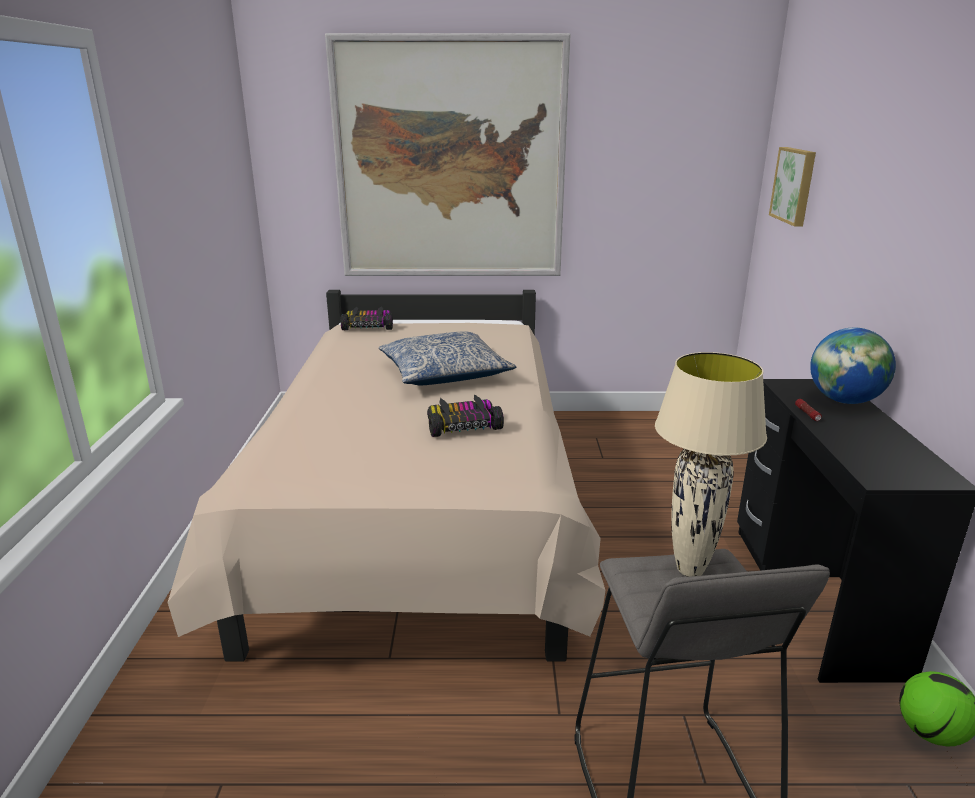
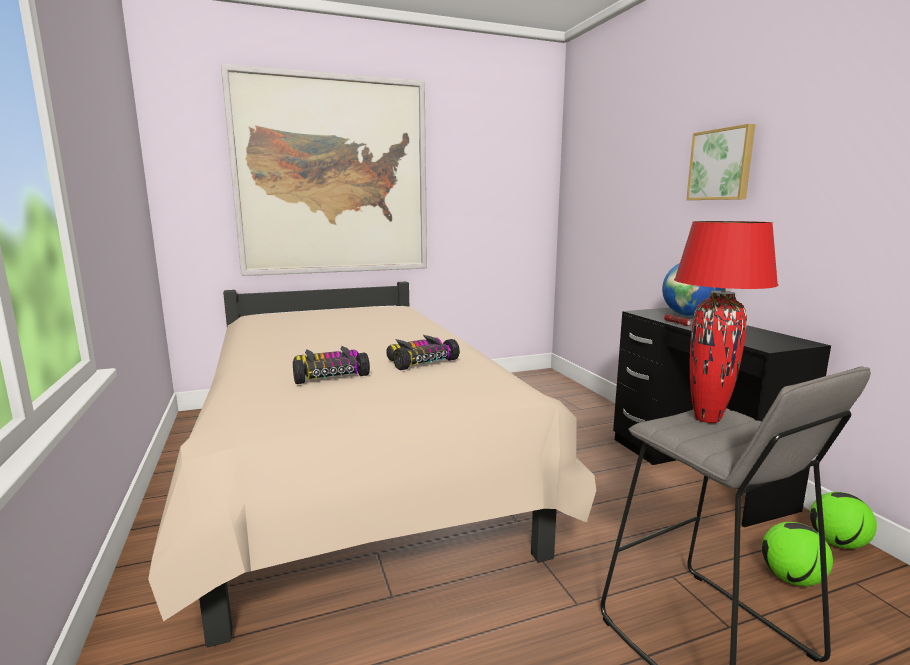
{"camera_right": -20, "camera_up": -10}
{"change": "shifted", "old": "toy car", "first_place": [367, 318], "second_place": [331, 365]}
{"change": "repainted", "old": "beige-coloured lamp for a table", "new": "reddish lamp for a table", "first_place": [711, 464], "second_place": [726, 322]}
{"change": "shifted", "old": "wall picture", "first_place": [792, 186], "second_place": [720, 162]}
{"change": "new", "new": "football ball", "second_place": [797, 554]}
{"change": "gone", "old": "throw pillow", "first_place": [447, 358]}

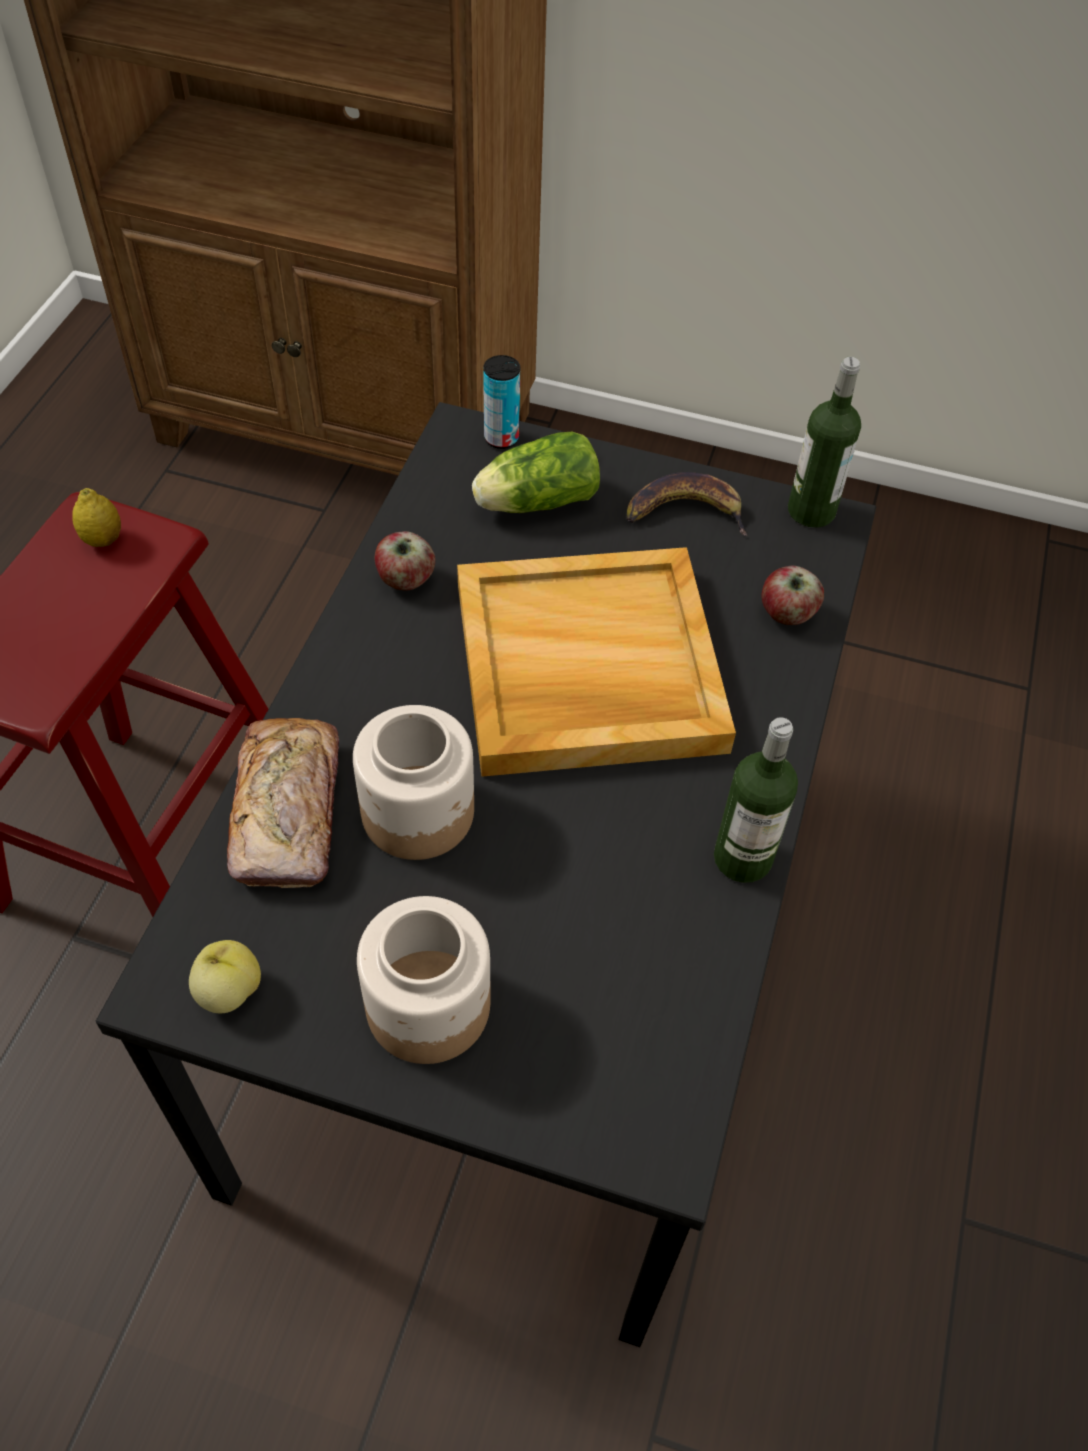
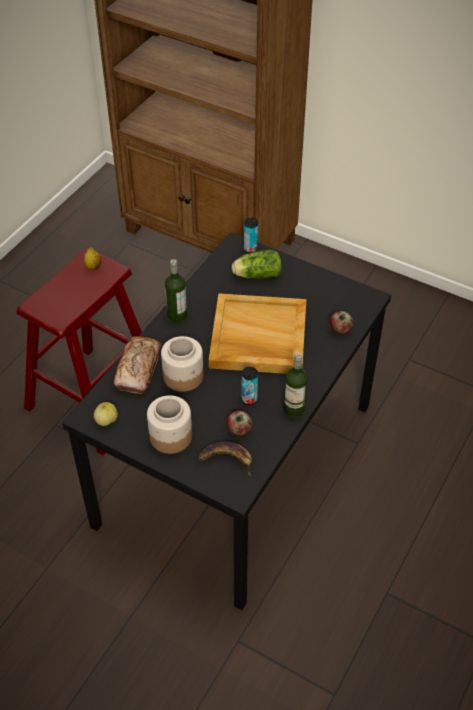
{"camera_right": 15, "camera_up": -5}
{"change": "shifted", "old": "drink bottle", "first_place": [824, 442], "second_place": [176, 291]}
{"change": "shifted", "old": "whole banana", "first_place": [687, 504], "second_place": [225, 458]}
{"change": "shifted", "old": "apple", "first_place": [405, 560], "second_place": [239, 423]}
{"change": "new", "new": "can", "second_place": [249, 386]}

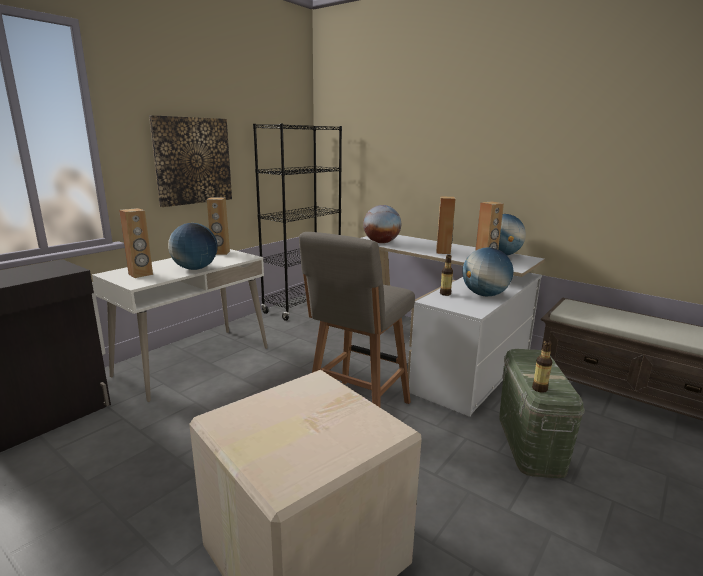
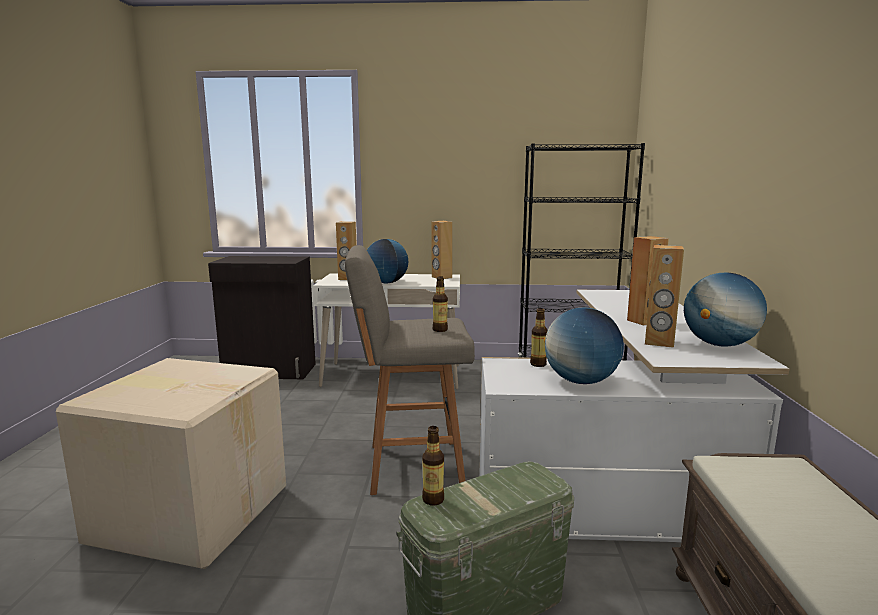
{"camera_right": 55, "camera_up": -5}
{"change": "new", "new": "drink bottle", "second_place": [440, 304]}
{"change": "gone", "old": "wall picture", "first_place": [190, 161]}
{"change": "gone", "old": "desk globe", "first_place": [382, 224]}

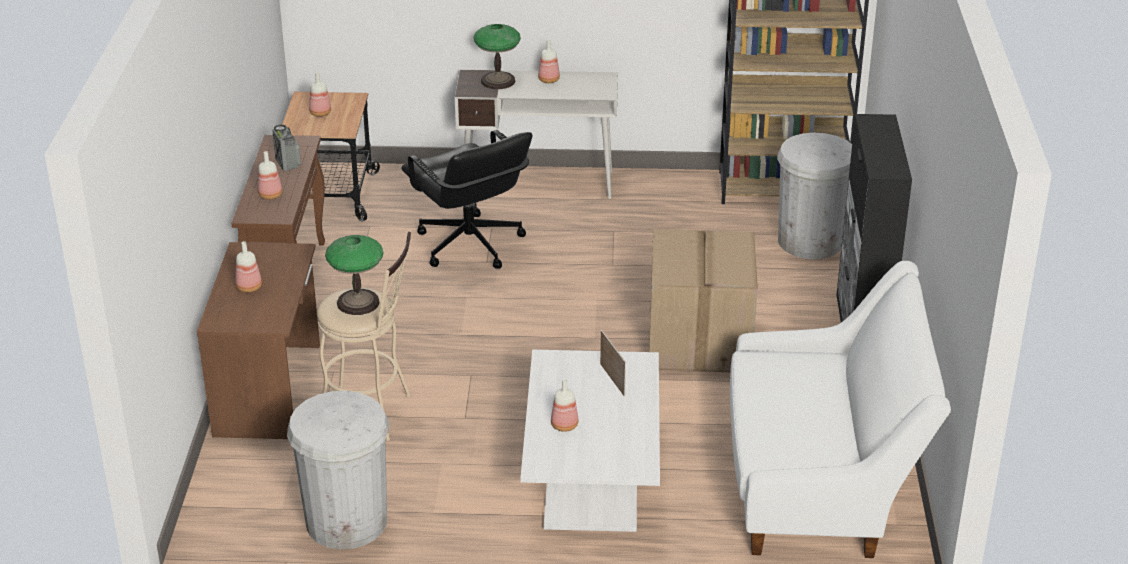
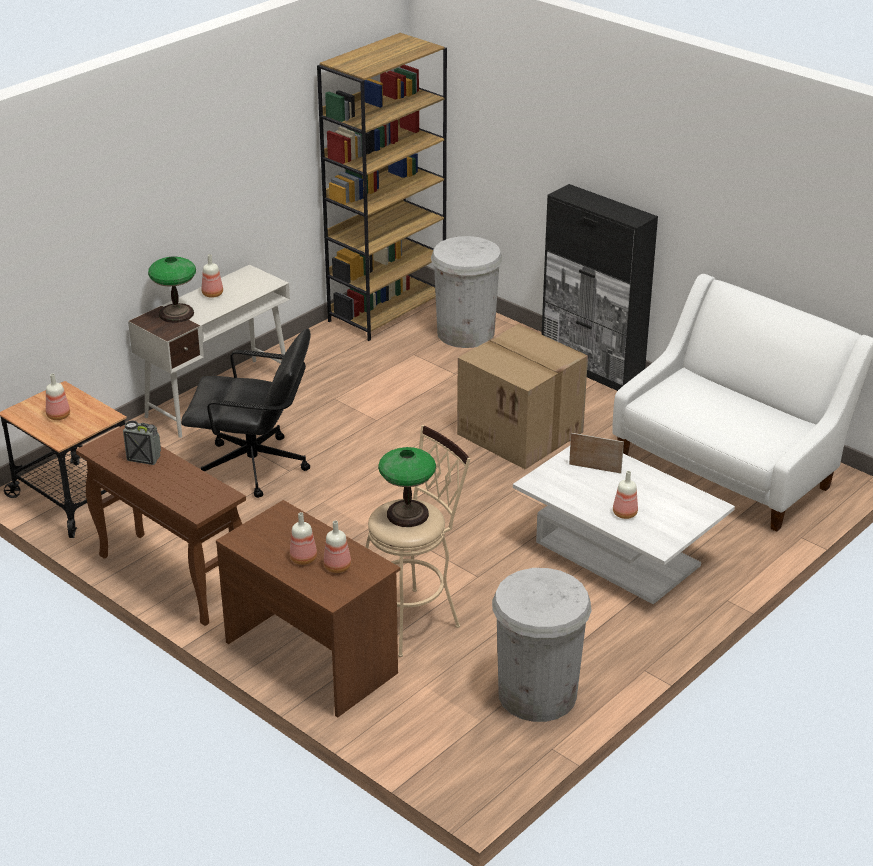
{"camera_right": -50, "camera_up": 0}
{"change": "shifted", "old": "drink bottle", "first_place": [270, 175], "second_place": [337, 546]}

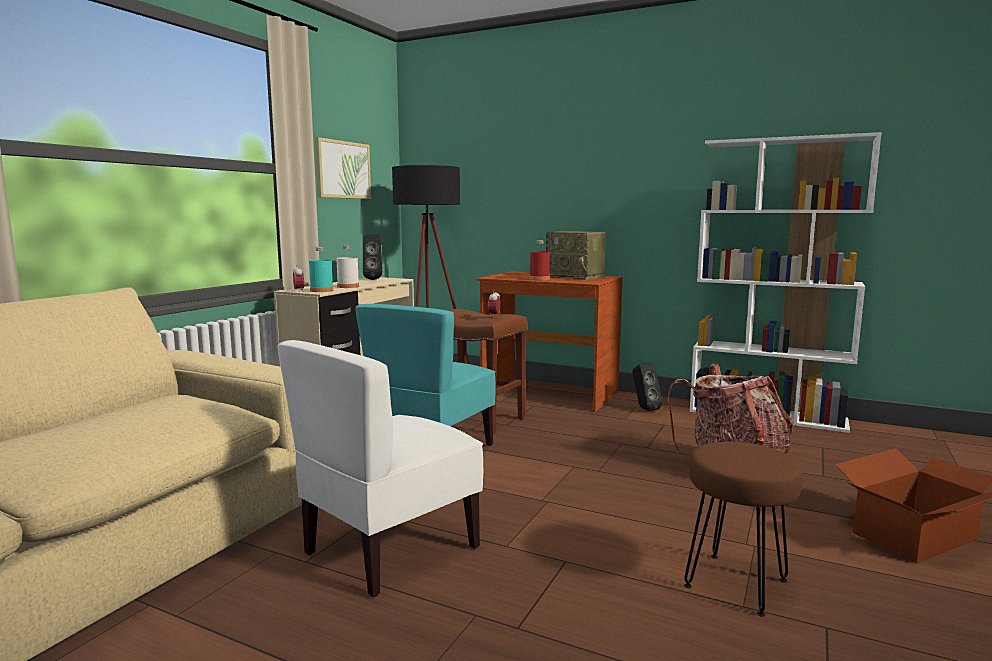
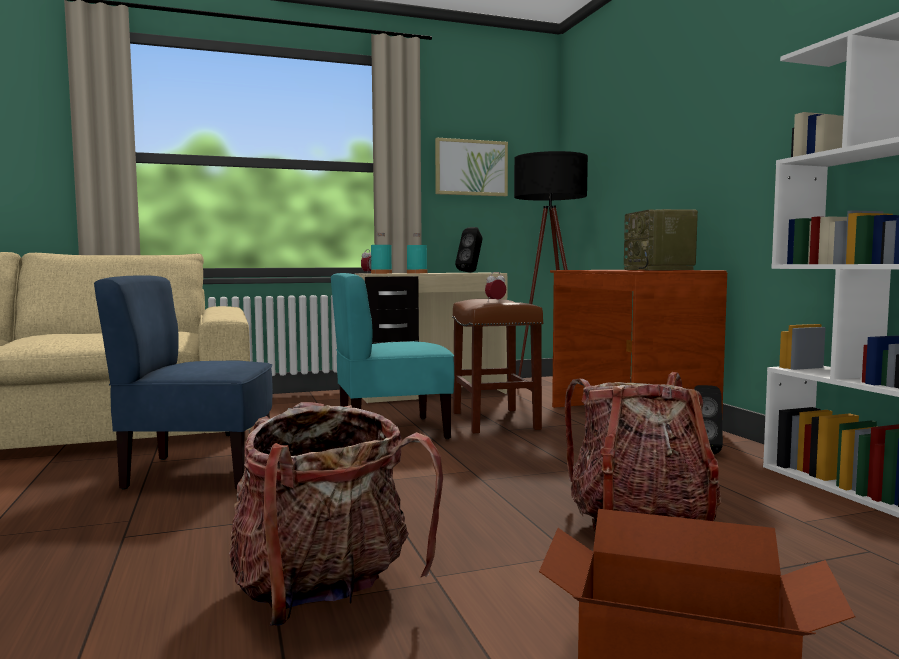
{"camera_right": 45, "camera_up": -5}
{"change": "repainted", "old": "white chair", "new": "blue chair", "first_place": [380, 468], "second_place": [183, 382]}
{"change": "swapped", "old": "brownish stool seat", "new": "rucksack", "first_place": [743, 529], "second_place": [336, 514]}
{"change": "repainted", "old": "white drink bottle", "new": "turquoise drink bottle", "first_place": [347, 266], "second_place": [417, 253]}
{"change": "gone", "old": "reddish drink bottle", "first_place": [540, 260]}

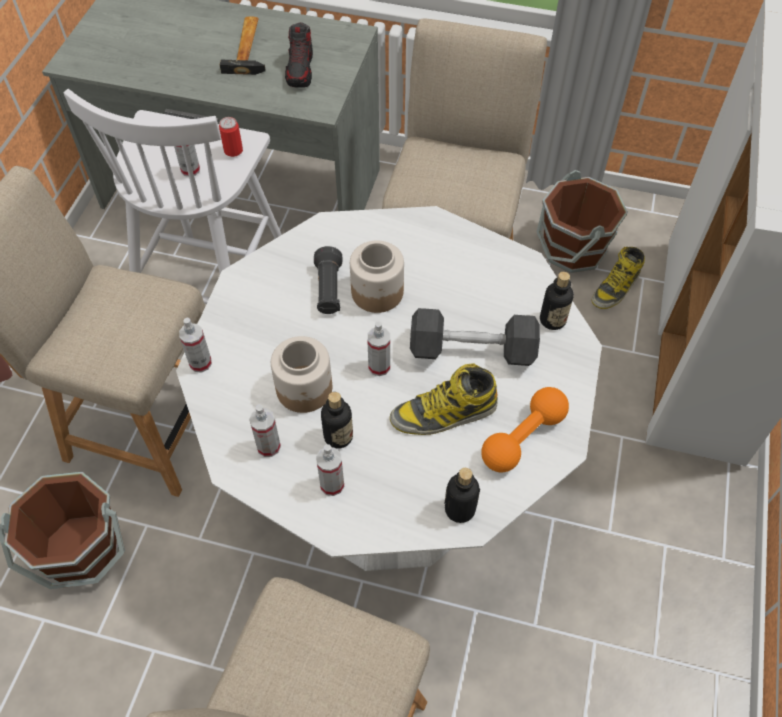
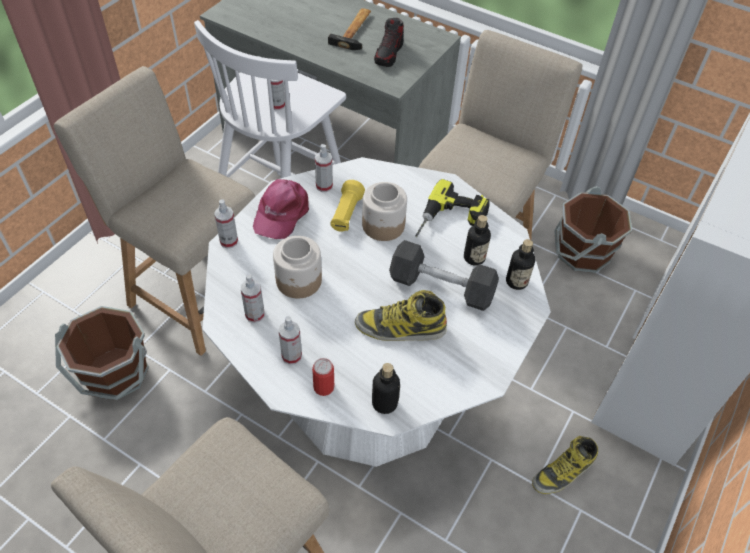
{"camera_right": 15, "camera_up": -5}
{"change": "new", "new": "pink peaked cap", "second_place": [281, 209]}
{"change": "shifted", "old": "can", "first_place": [231, 137], "second_place": [323, 377]}
{"change": "shifted", "old": "hand sprayer", "first_place": [378, 349], "second_place": [324, 168]}
{"change": "repainted", "old": "black flashlight", "new": "yellow-coloured flashlight", "first_place": [328, 280], "second_place": [347, 206]}
{"change": "new", "new": "electric drill", "second_place": [452, 208]}
{"change": "shifted", "old": "drink bottle", "first_place": [337, 420], "second_place": [477, 240]}
{"change": "shifted", "old": "boot", "first_place": [618, 278], "second_place": [565, 465]}
{"change": "gone", "old": "orange-coloured dumbbell", "first_place": [525, 429]}

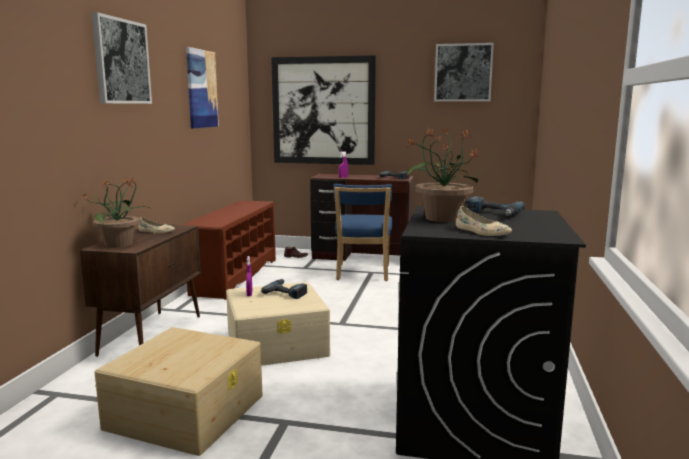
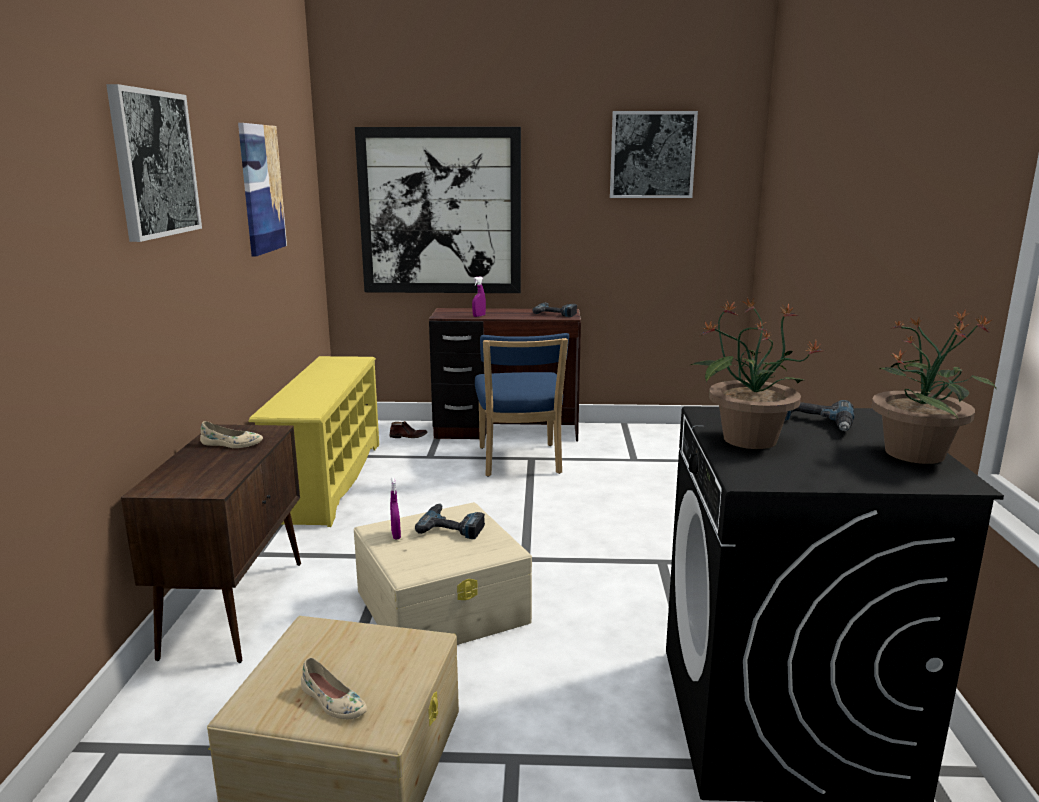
{"camera_right": -10, "camera_up": 5}
{"change": "repainted", "old": "brownish shoe shelf", "new": "yellow-coloured shoe shelf", "first_place": [229, 250], "second_place": [314, 441]}
{"change": "shifted", "old": "beige-coloured low shoe", "first_place": [484, 221], "second_place": [334, 688]}
{"change": "shifted", "old": "potted plant", "first_place": [115, 212], "second_place": [934, 387]}

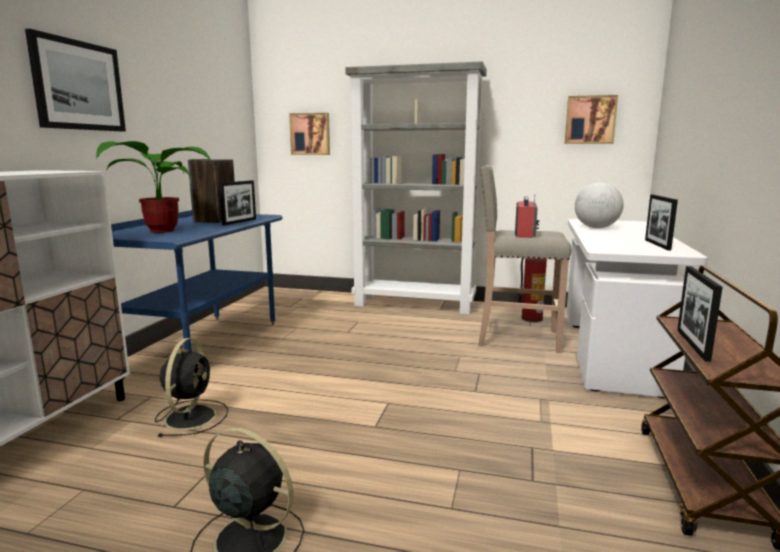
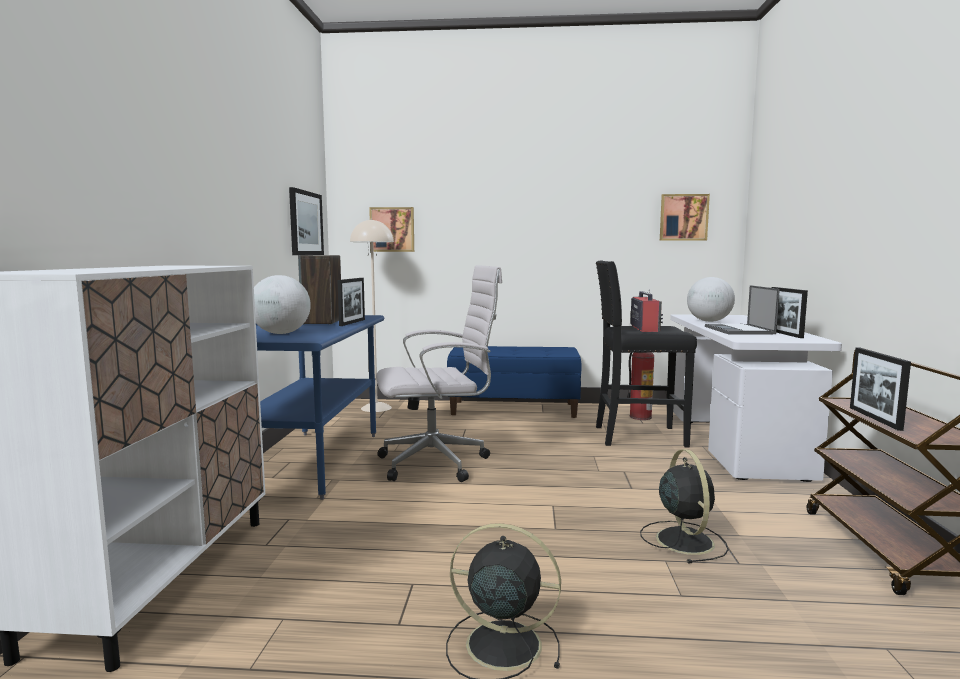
{"camera_right": -10, "camera_up": -5}
{"change": "swapped", "old": "potted plant", "new": "desk globe", "first_place": [153, 187], "second_place": [282, 304]}
{"change": "shifted", "old": "wall picture", "first_place": [75, 80], "second_place": [306, 221]}
{"change": "new", "new": "beige-coloured standing lamp", "second_place": [372, 315]}
{"change": "new", "new": "white desk chair", "second_place": [439, 373]}
{"change": "swapped", "old": "greyish bookshelf", "new": "blue long seat", "first_place": [416, 188], "second_place": [514, 382]}
{"change": "repainted", "old": "beige-coloured stool seat", "new": "black stool seat", "first_place": [525, 259], "second_place": [646, 354]}
{"change": "shifted", "old": "black cooling fan", "first_place": [191, 387], "second_place": [684, 506]}
{"change": "new", "new": "laptop", "second_place": [742, 310]}

